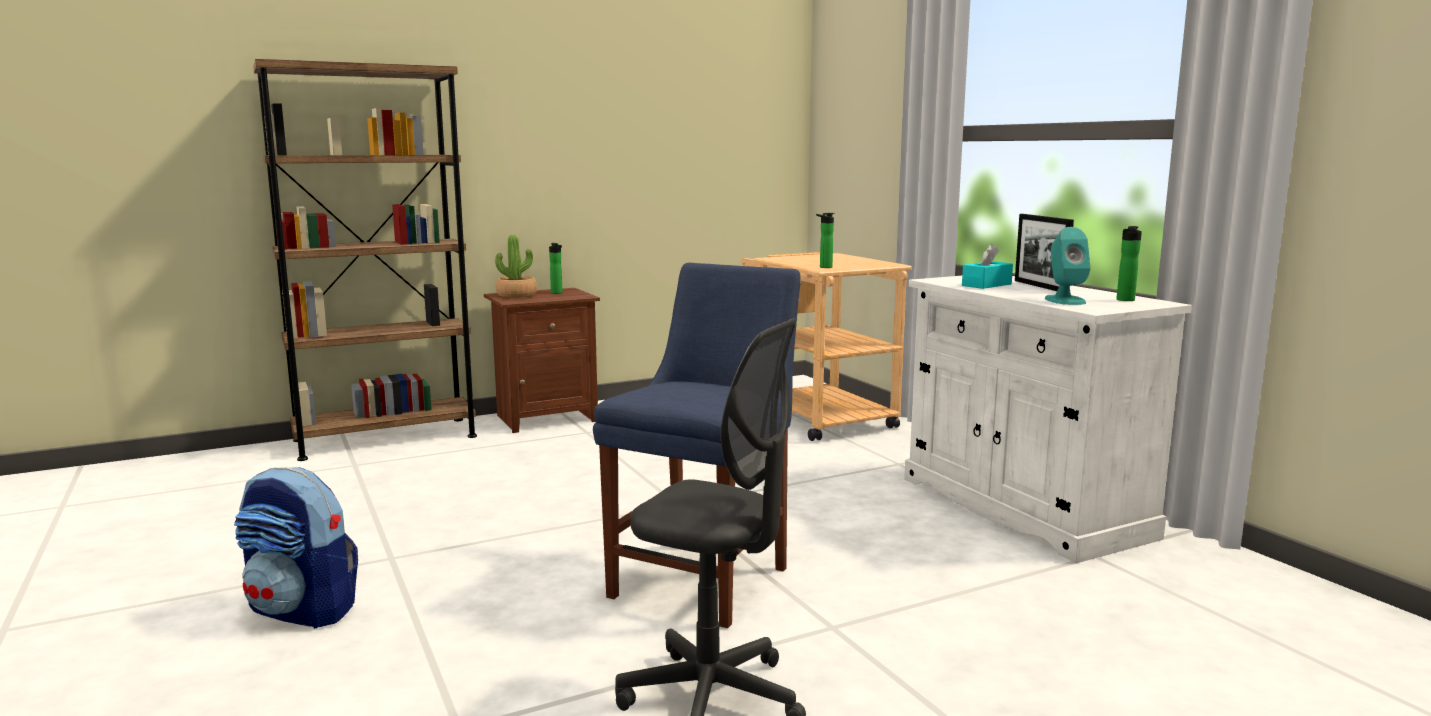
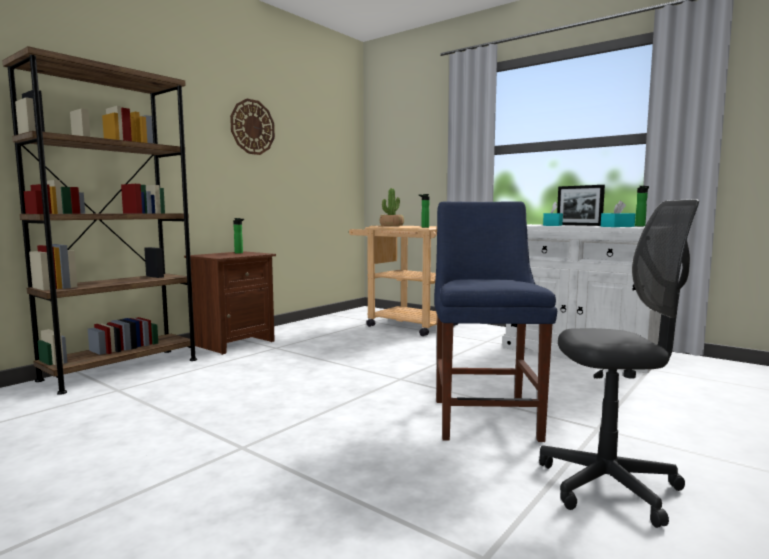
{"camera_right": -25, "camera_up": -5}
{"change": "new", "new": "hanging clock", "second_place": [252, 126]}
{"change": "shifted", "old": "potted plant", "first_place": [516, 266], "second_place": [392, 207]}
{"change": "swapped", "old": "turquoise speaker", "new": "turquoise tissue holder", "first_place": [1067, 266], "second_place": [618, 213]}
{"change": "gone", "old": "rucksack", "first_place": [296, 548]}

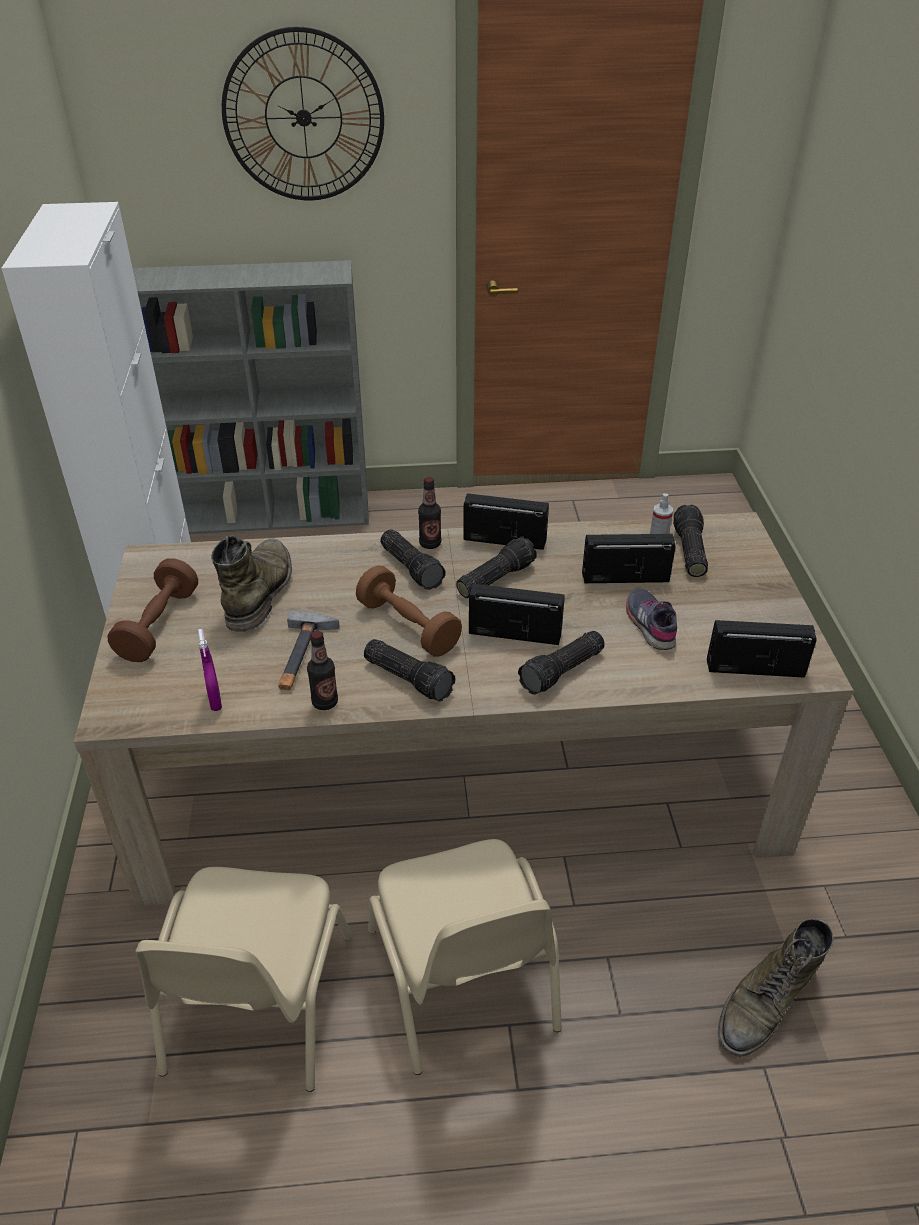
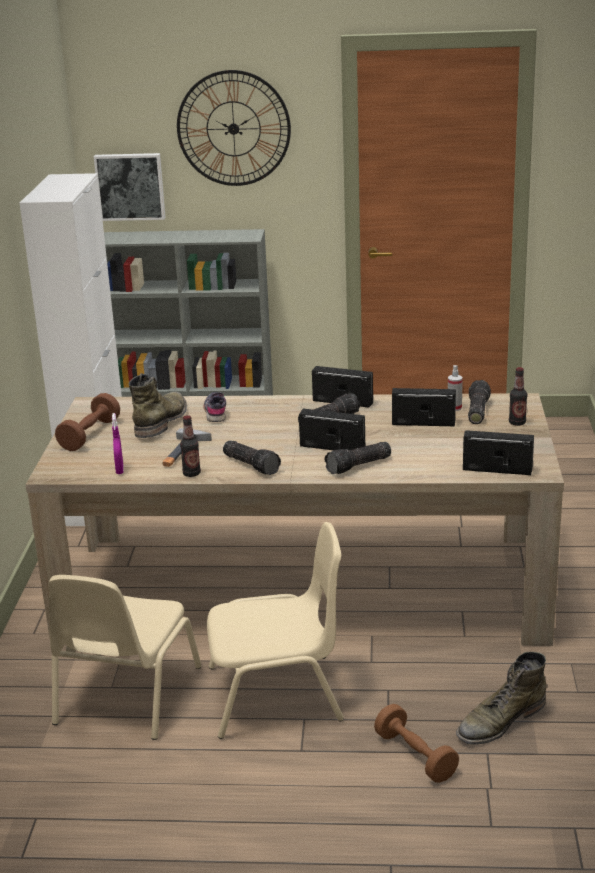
{"camera_right": 10, "camera_up": -15}
{"change": "new", "new": "wall picture", "second_place": [130, 187]}
{"change": "shifted", "old": "greyish low shoe", "first_place": [651, 619], "second_place": [215, 407]}
{"change": "rotated", "old": "beige-coloured chair", "first_place": [465, 957], "second_place": [275, 630], "degrees": -90}
{"change": "shifted", "old": "brownish dumbbell", "first_place": [409, 611], "second_place": [416, 743]}
{"change": "shifted", "old": "drink bottle", "first_place": [429, 513], "second_place": [518, 396]}
{"change": "gone", "old": "flashlight", "first_place": [413, 559]}

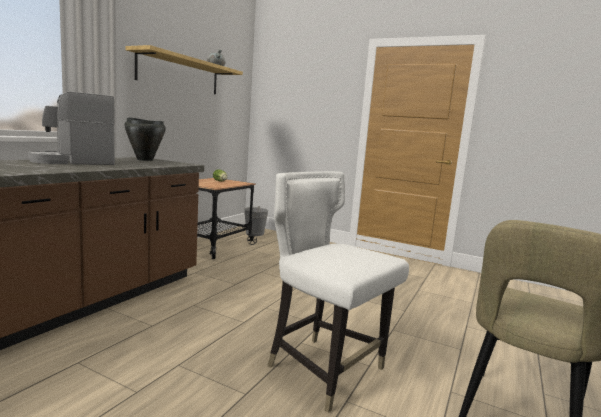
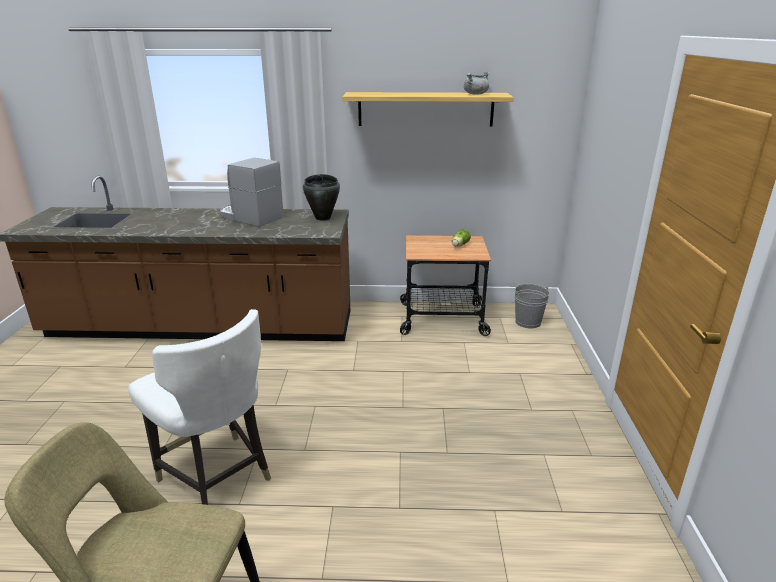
{"camera_right": 65, "camera_up": 15}
{"change": "rotated", "old": "white chair", "first_place": [338, 292], "second_place": [199, 407], "degrees": 120}

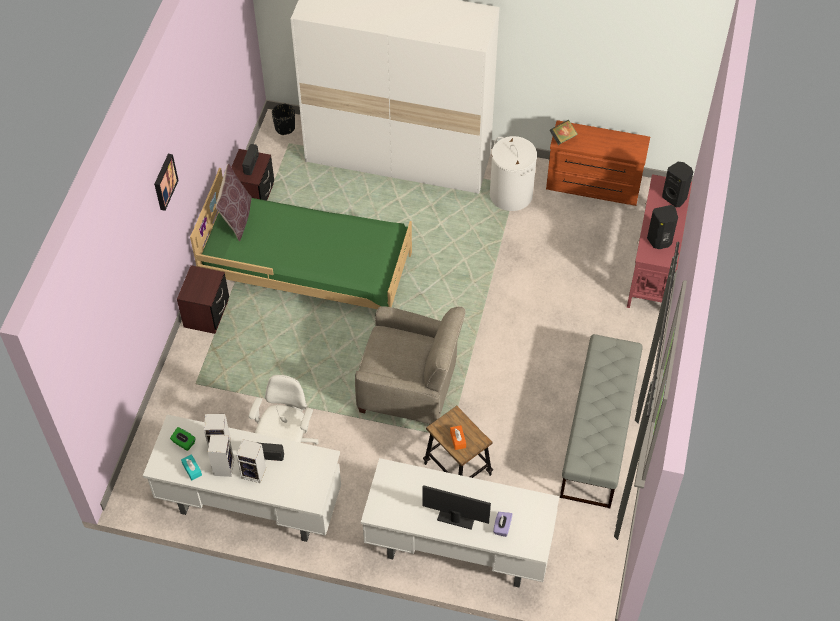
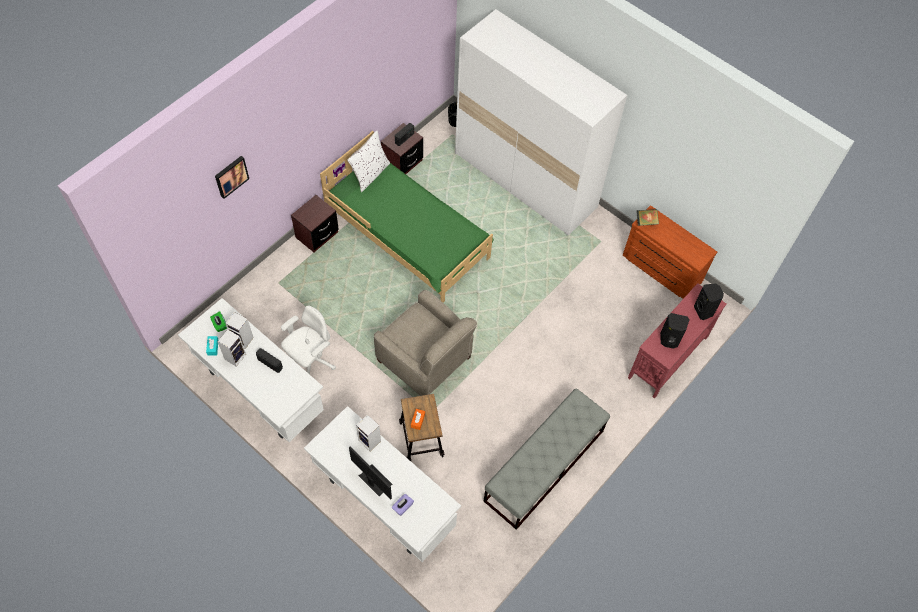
{"camera_right": 25, "camera_up": 5}
{"change": "shifted", "old": "wall picture", "first_place": [166, 182], "second_place": [232, 177]}
{"change": "repainted", "old": "brownish throw pillow", "new": "white throw pillow", "first_place": [234, 202], "second_place": [368, 161]}
{"change": "shifted", "old": "speaker", "first_place": [251, 461], "second_place": [368, 433]}
{"change": "gone", "old": "white laundry basket", "first_place": [513, 173]}

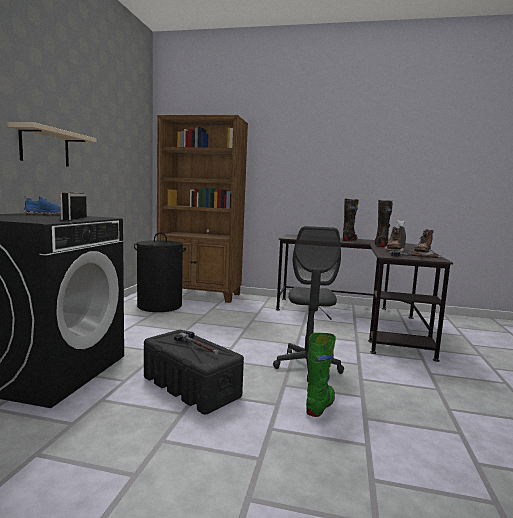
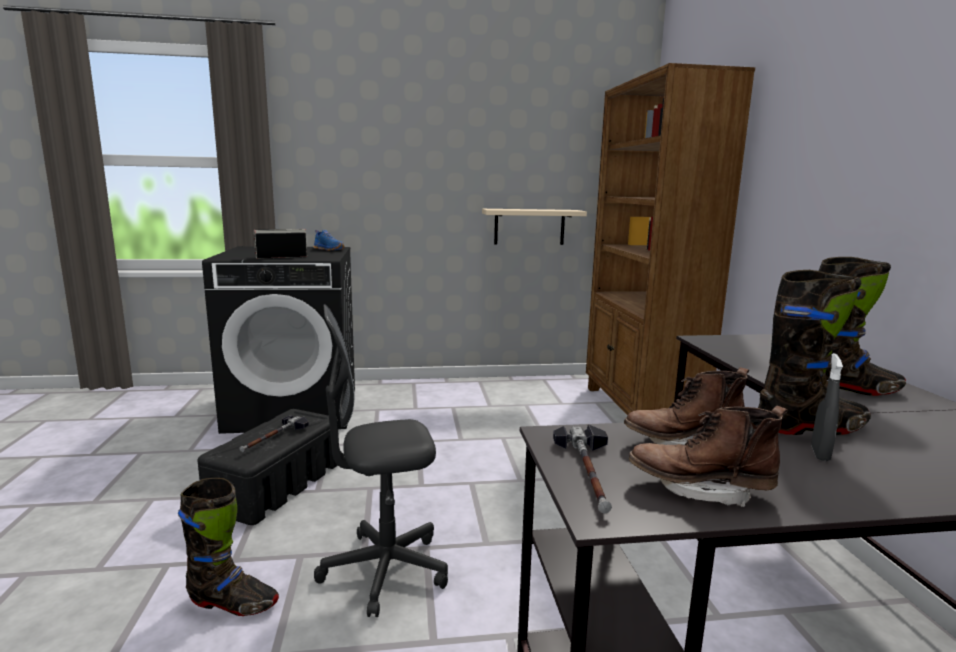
{"camera_right": 70, "camera_up": 5}
{"change": "repainted", "old": "green boot", "new": "black boot", "first_place": [321, 375], "second_place": [228, 547]}
{"change": "shifted", "old": "beige-coloured wall shelf", "first_place": [52, 144], "second_place": [534, 227]}
{"change": "gone", "old": "black laundry basket", "first_place": [160, 272]}

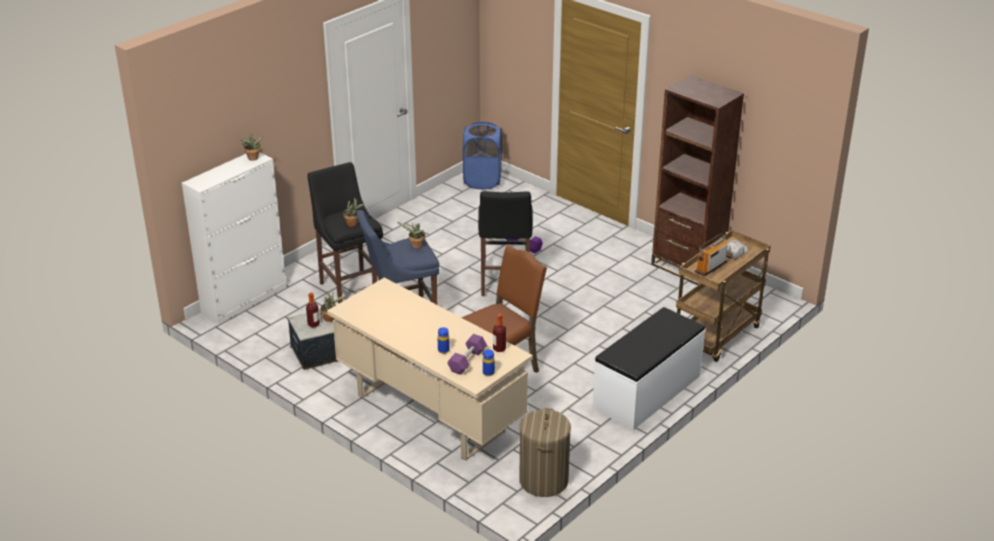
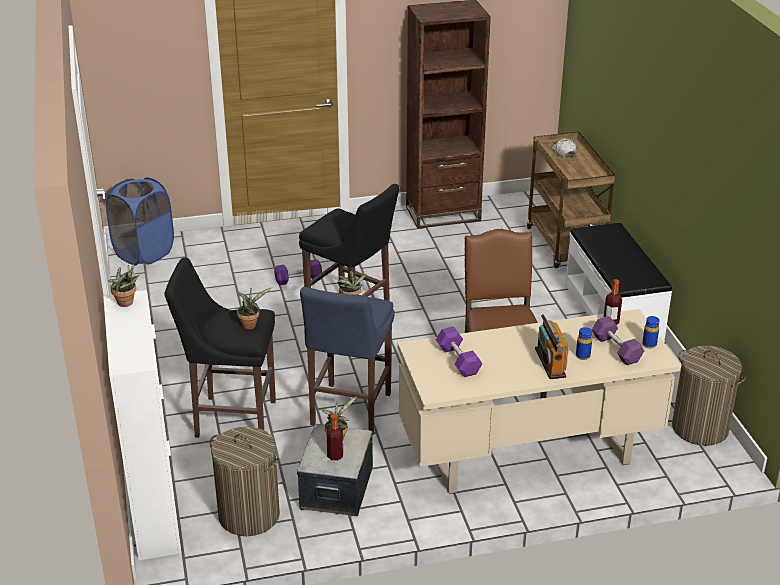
{"camera_right": -55, "camera_up": 0}
{"change": "new", "new": "laundry basket", "second_place": [245, 481]}
{"change": "new", "new": "purple-coloured dumbbell", "second_place": [459, 351]}
{"change": "shifted", "old": "radio", "first_place": [711, 255], "second_place": [552, 346]}

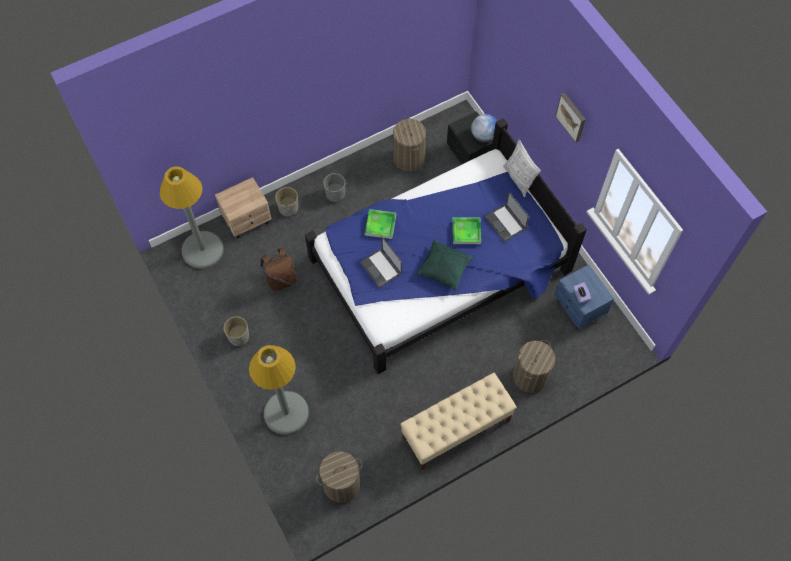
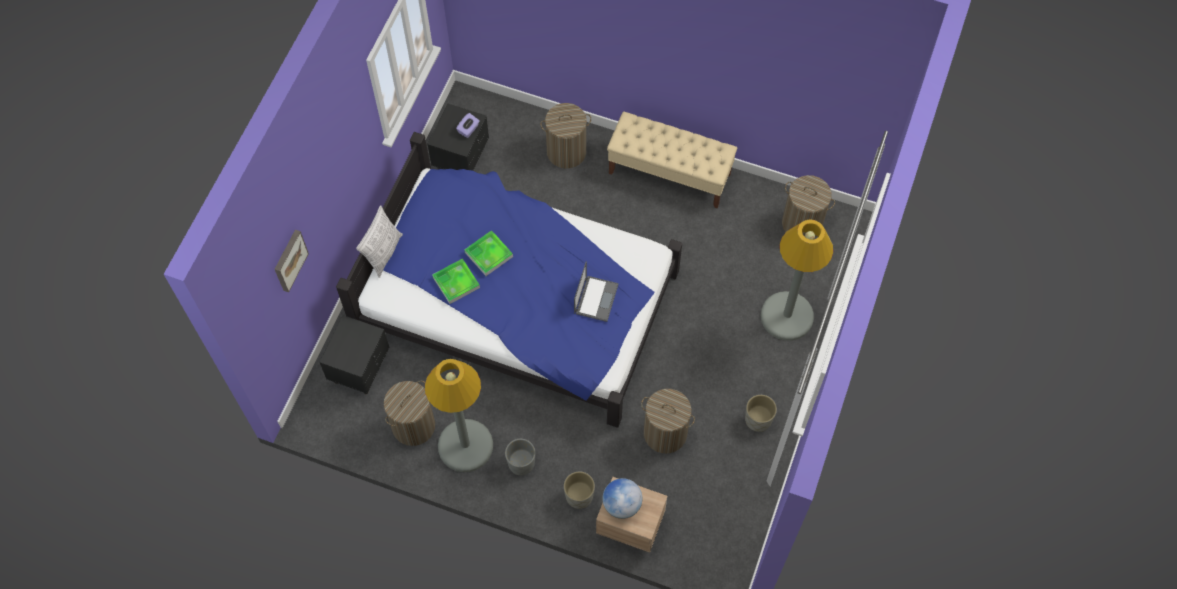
{"camera_right": -130, "camera_up": 0}
{"change": "shifted", "old": "wall picture", "first_place": [570, 118], "second_place": [292, 261]}
{"change": "shifted", "old": "greyish standing lamp", "first_place": [192, 217], "second_place": [459, 415]}
{"change": "repainted", "old": "blue nightstand", "new": "black nightstand", "first_place": [584, 297], "second_place": [458, 137]}
{"change": "shifted", "old": "serving tray", "first_place": [380, 224], "second_place": [456, 281]}
{"change": "shifted", "old": "desk globe", "first_place": [484, 128], "second_place": [622, 498]}
{"change": "swapped", "old": "brownish rucksack", "new": "laundry basket", "first_place": [278, 269], "second_place": [668, 421]}
{"change": "gone", "old": "green throw pillow", "first_place": [445, 265]}
{"change": "gone", "old": "laptop", "first_place": [507, 217]}

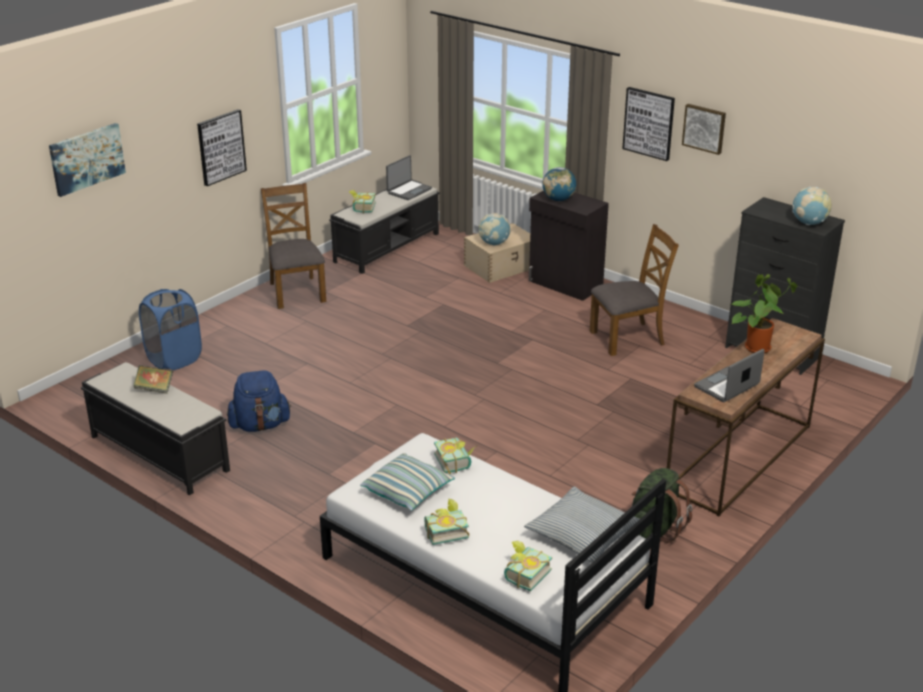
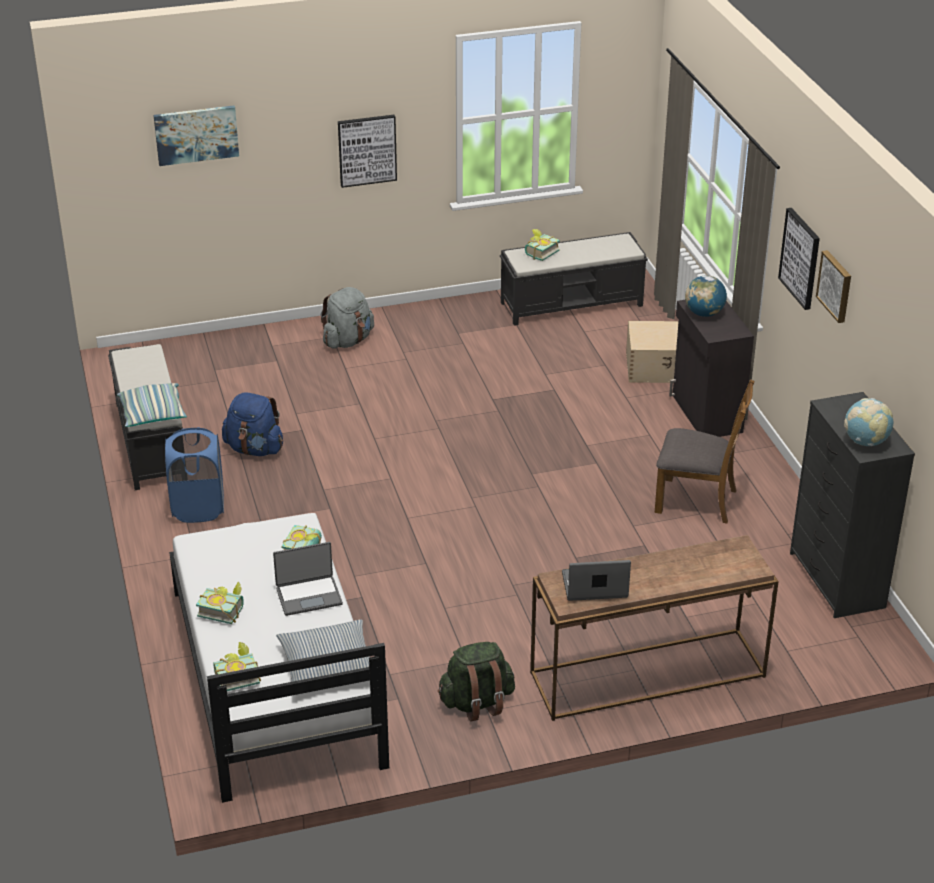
{"camera_right": 35, "camera_up": 5}
{"change": "shifted", "old": "throw pillow", "first_place": [407, 482], "second_place": [152, 405]}
{"change": "shifted", "old": "blue laundry basket", "first_place": [170, 329], "second_place": [194, 475]}
{"change": "shifted", "old": "laptop", "first_place": [409, 177], "second_place": [308, 579]}
{"change": "new", "new": "greyish rucksack", "second_place": [347, 318]}
{"change": "gone", "old": "book", "first_place": [153, 379]}
{"change": "gone", "old": "brownish chair", "first_place": [293, 246]}
{"change": "gone", "old": "desk globe", "first_place": [495, 229]}
{"change": "gone", "old": "potted plant", "first_place": [764, 313]}

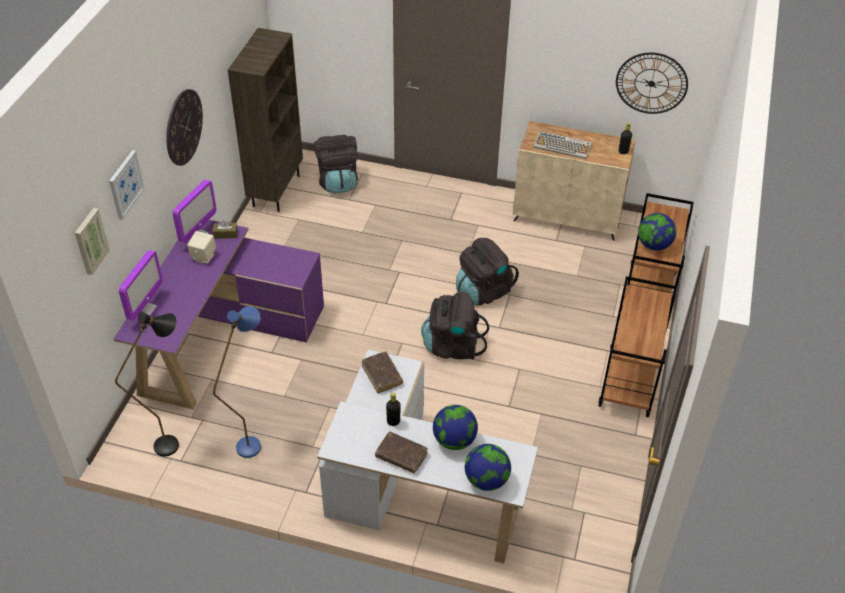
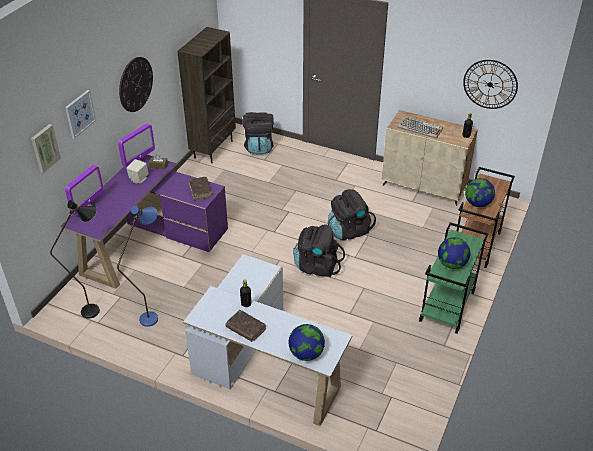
{"camera_right": 10, "camera_up": -5}
{"change": "shifted", "old": "brownish book", "first_place": [382, 373], "second_place": [200, 188]}
{"change": "repainted", "old": "brownish cart", "new": "green cart", "first_place": [638, 346], "second_place": [454, 278]}
{"change": "shifted", "old": "desk globe", "first_place": [455, 427], "second_place": [454, 253]}

